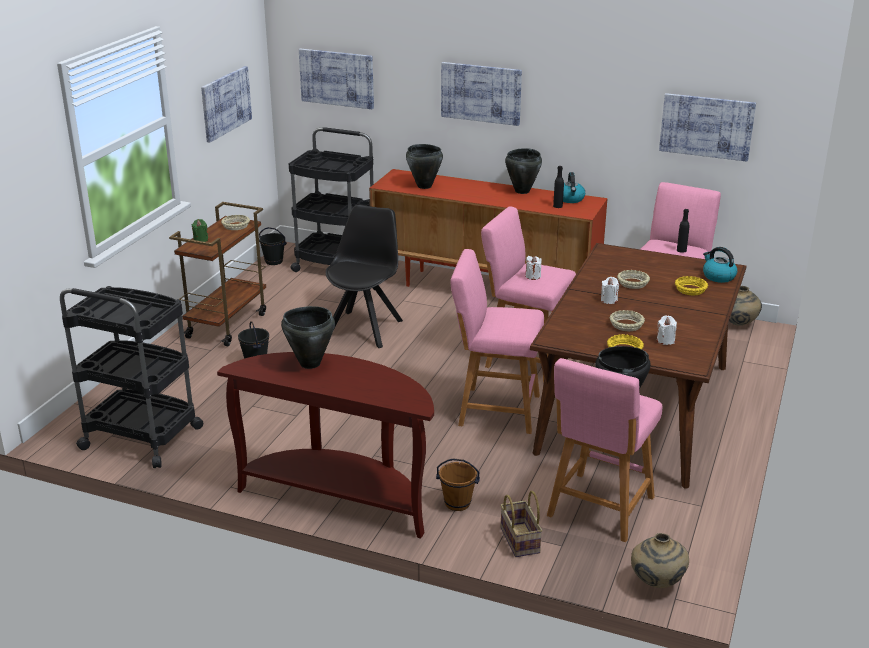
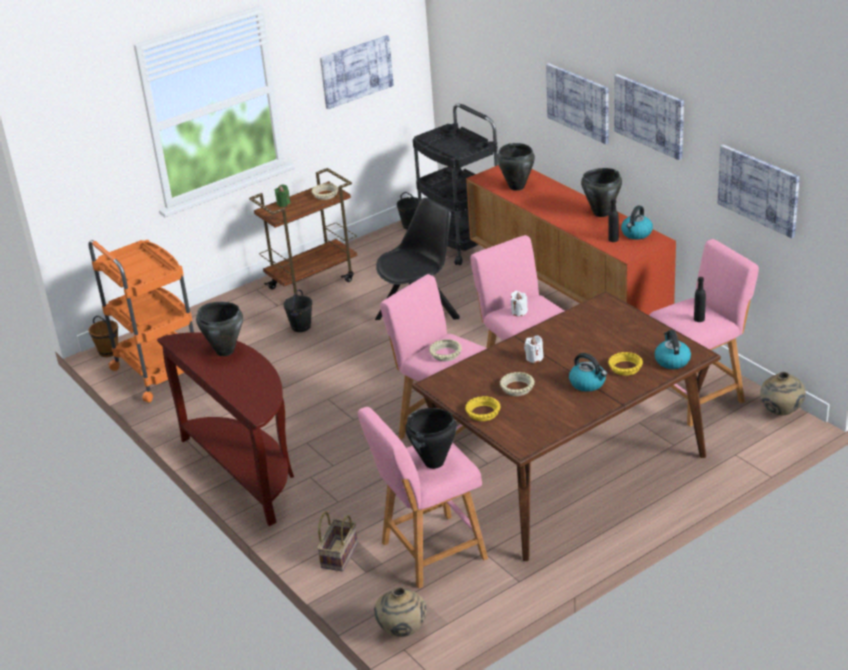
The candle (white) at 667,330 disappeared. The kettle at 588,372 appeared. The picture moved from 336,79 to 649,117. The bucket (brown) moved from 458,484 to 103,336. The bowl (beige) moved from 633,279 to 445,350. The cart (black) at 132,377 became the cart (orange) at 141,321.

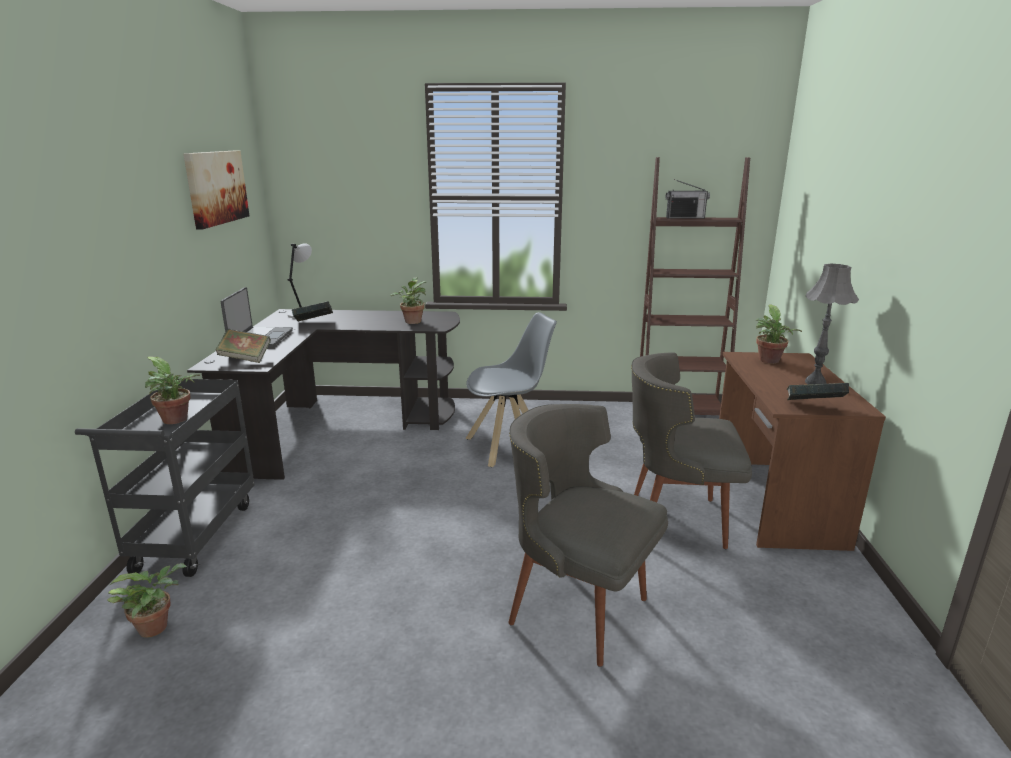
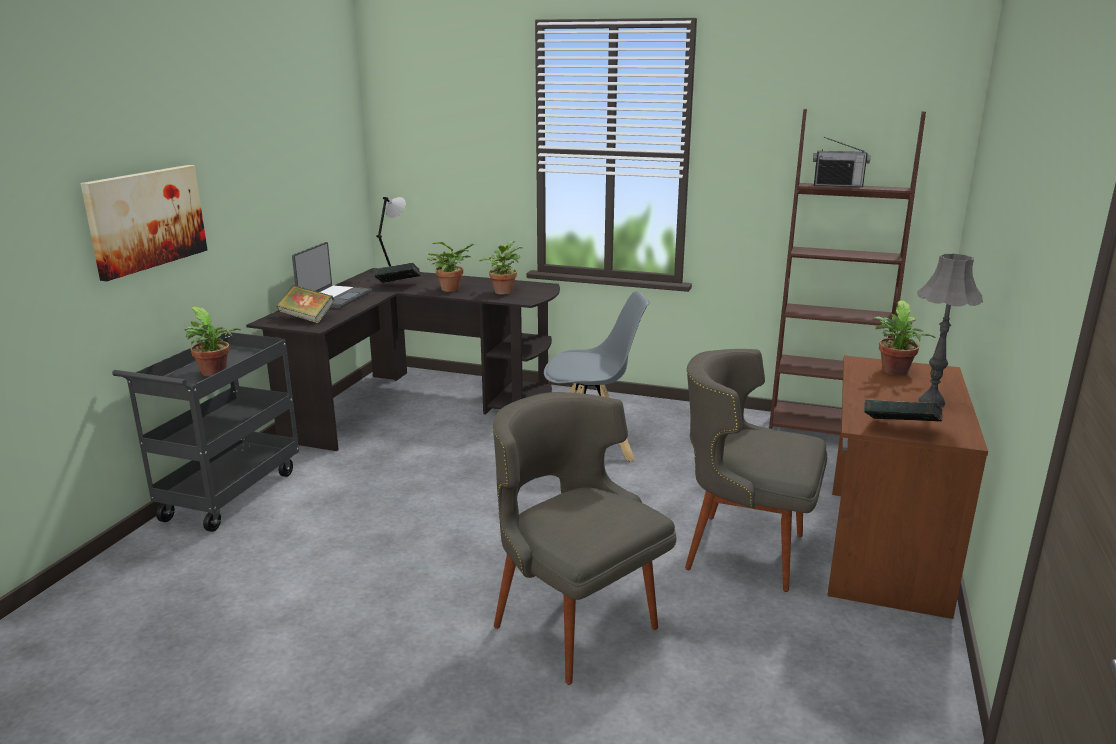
The potted plant moved from 147,600 to 452,266. The picture moved from 216,190 to 143,223.

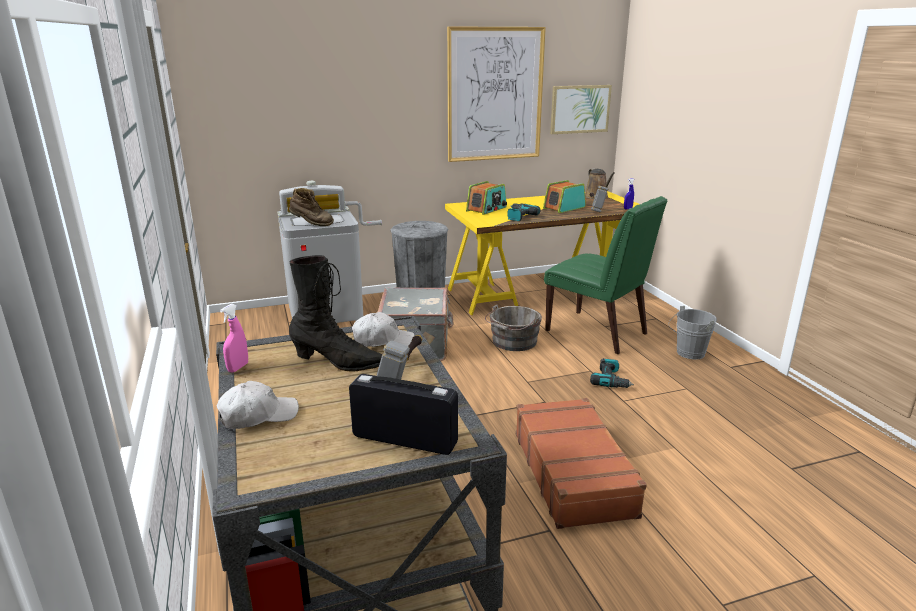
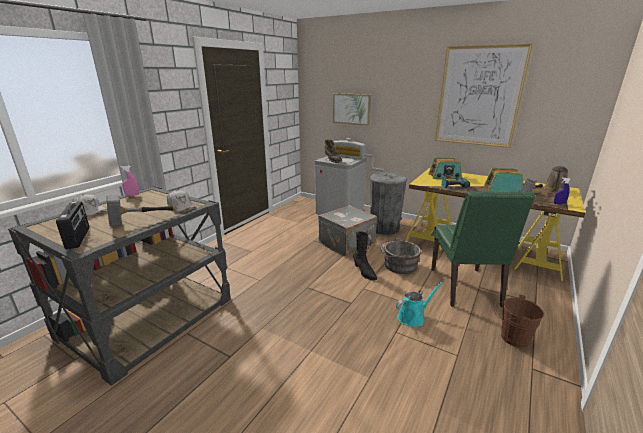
The suitcase (brown) at 581,463 disappeared. The boot (black) moved from 335,313 to 365,256. The picture moved from 581,109 to 352,109. The power drill at 612,373 was replaced by the watering can (turquoise) at 419,304. The bucket (grey) at 693,332 became the bucket (brown) at 519,321.

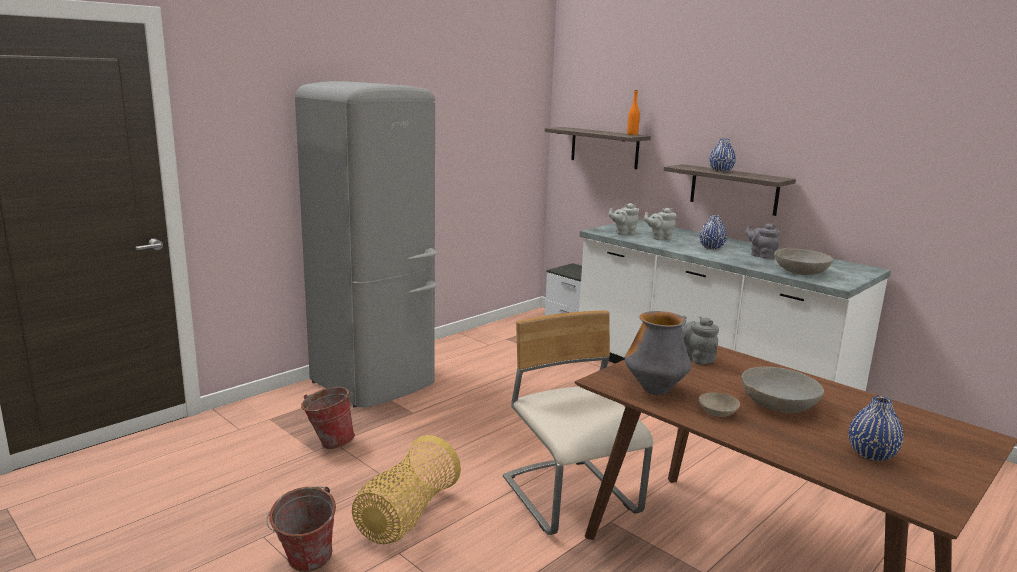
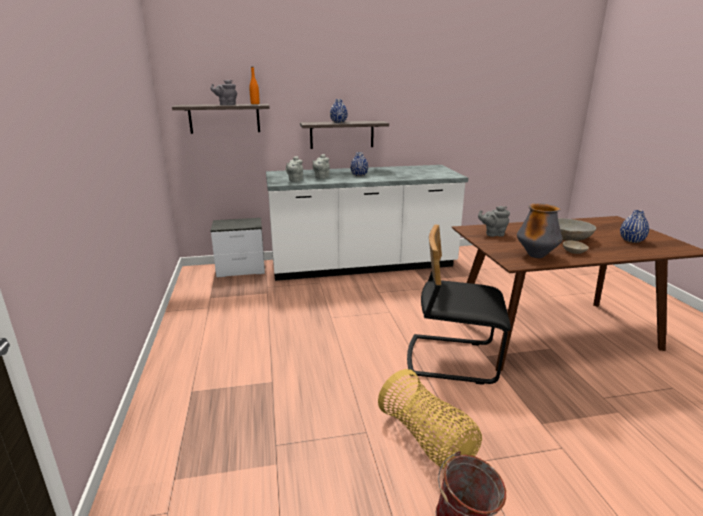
The fridge (grey) at 366,244 disappeared. The bucket at 328,418 disappeared. The bowl (grey) at 803,261 disappeared. The teapot (grey) moved from 762,241 to 223,92. The chair (beige) at 578,422 became the chair (black) at 459,305.

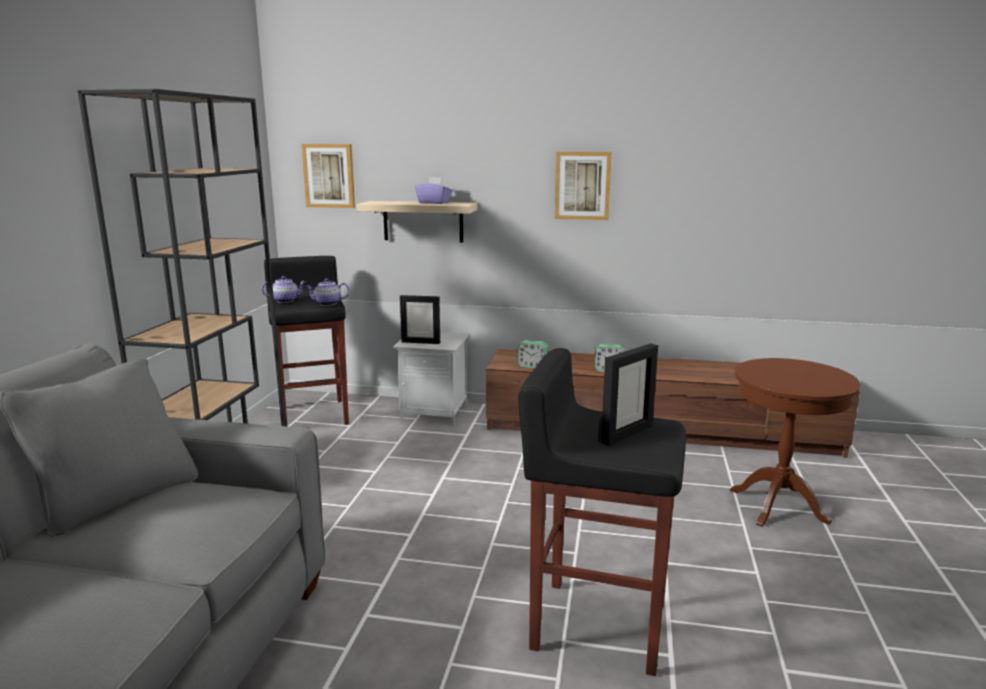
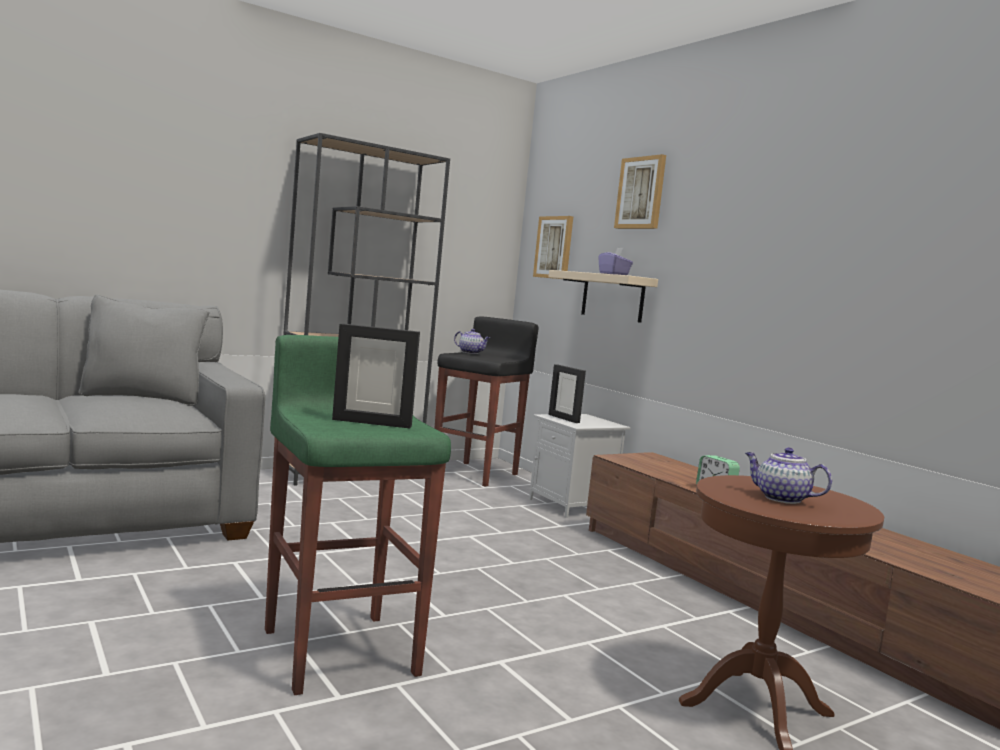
The alarm clock at 533,354 disappeared. The teapot moved from 327,292 to 788,476. The picture moved from 583,186 to 640,191. The stool (black) at 602,512 became the stool (green) at 358,515.

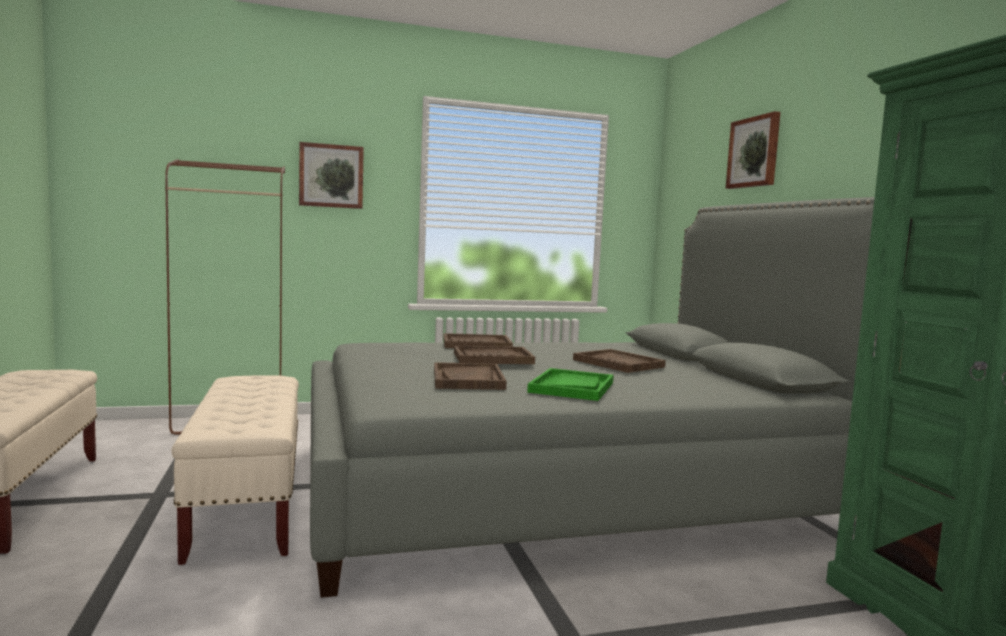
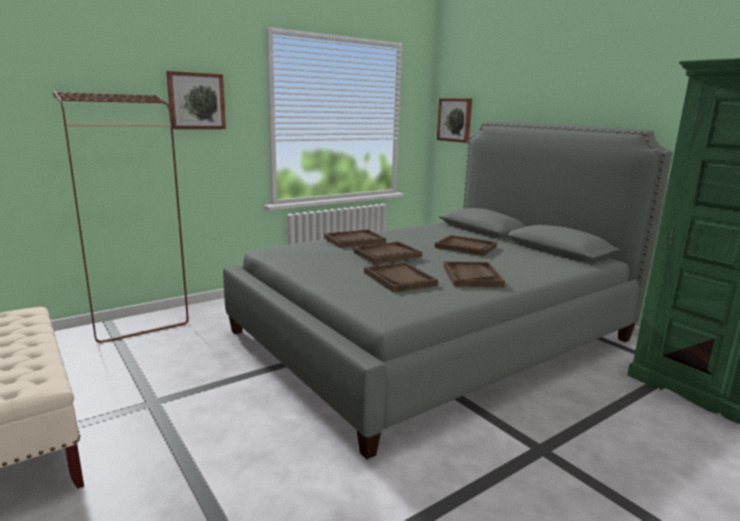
The bench (beige) at 235,470 disappeared. The picture moved from 753,150 to 454,120. The tray (green) at 570,384 became the tray (brown) at 474,274.

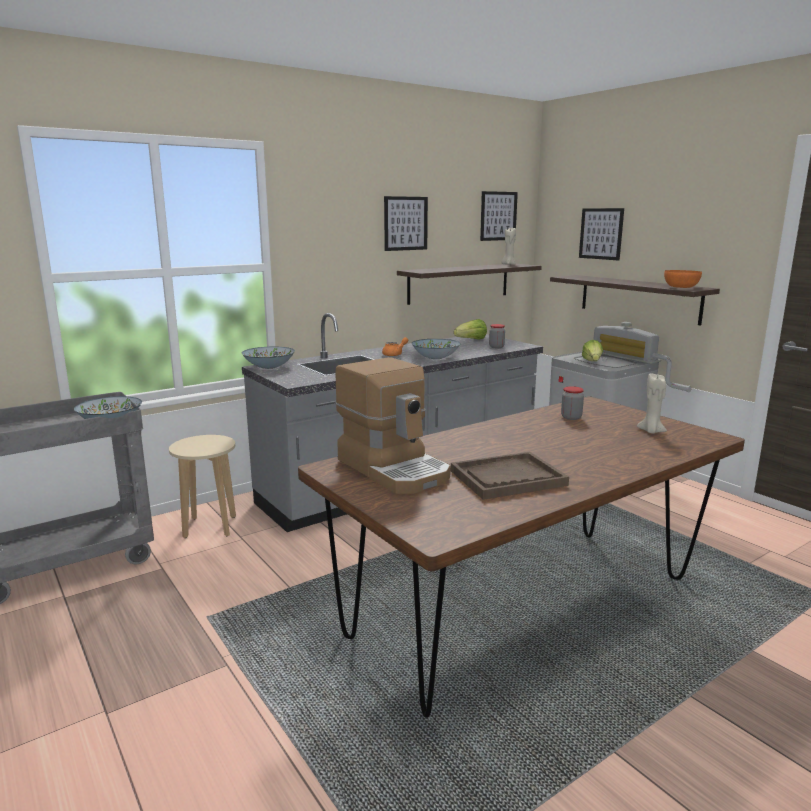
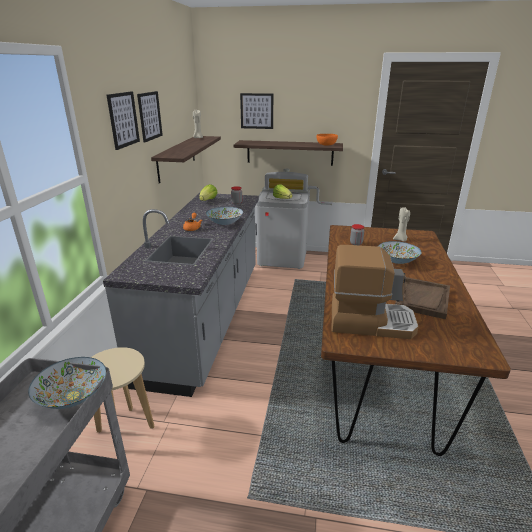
The bowl moved from 268,358 to 400,252. The picture moved from 499,216 to 123,120.

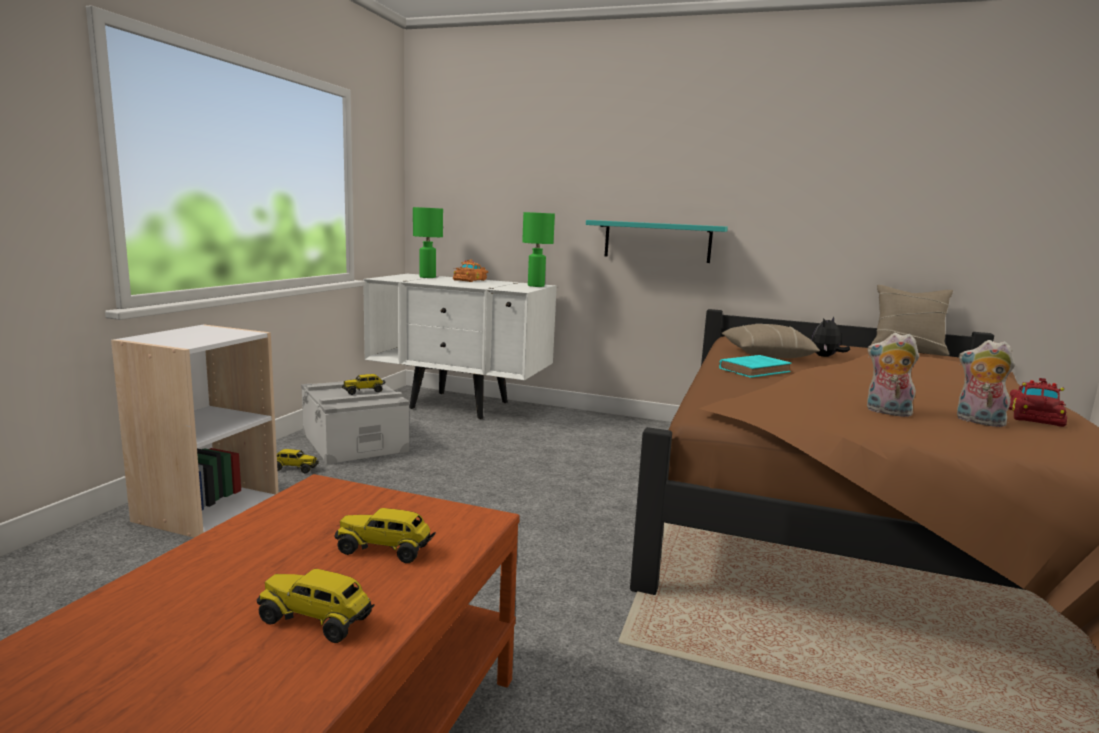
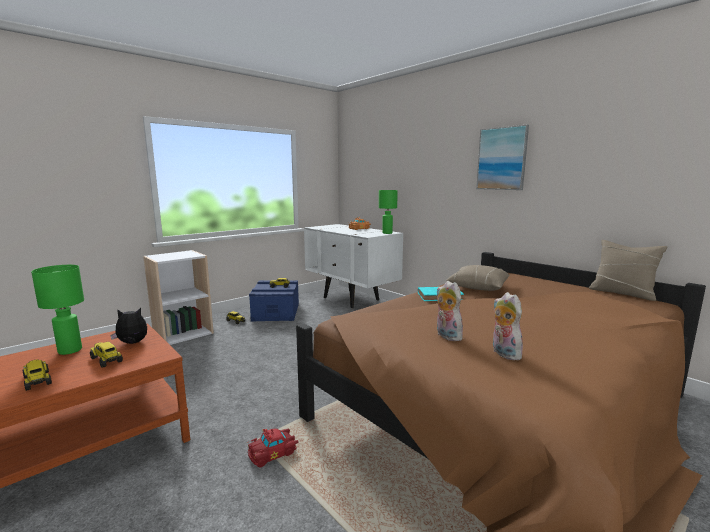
The shelf (turquoise) at 657,241 disappeared. The picture at 502,157 appeared. The table lamp (green) moved from 428,242 to 57,310. The plush toy moved from 831,336 to 128,326. The toy car (red) moved from 1038,402 to 272,447. The storage box (grey) at 355,422 became the storage box (blue) at 274,301.

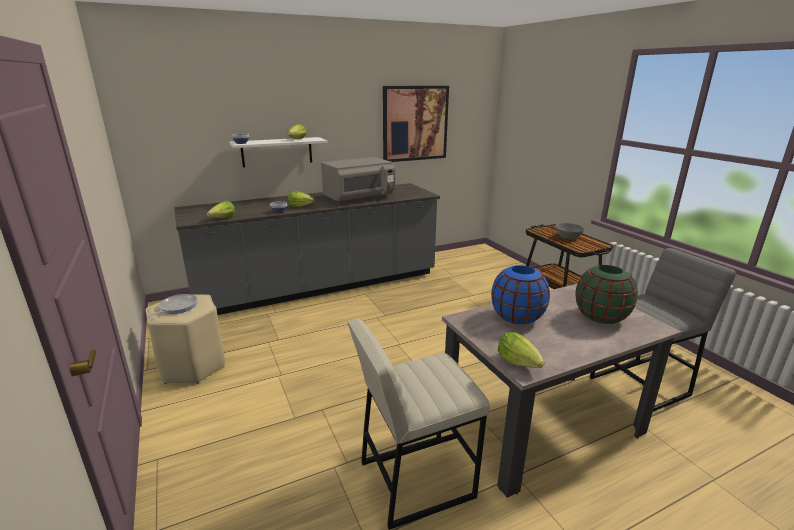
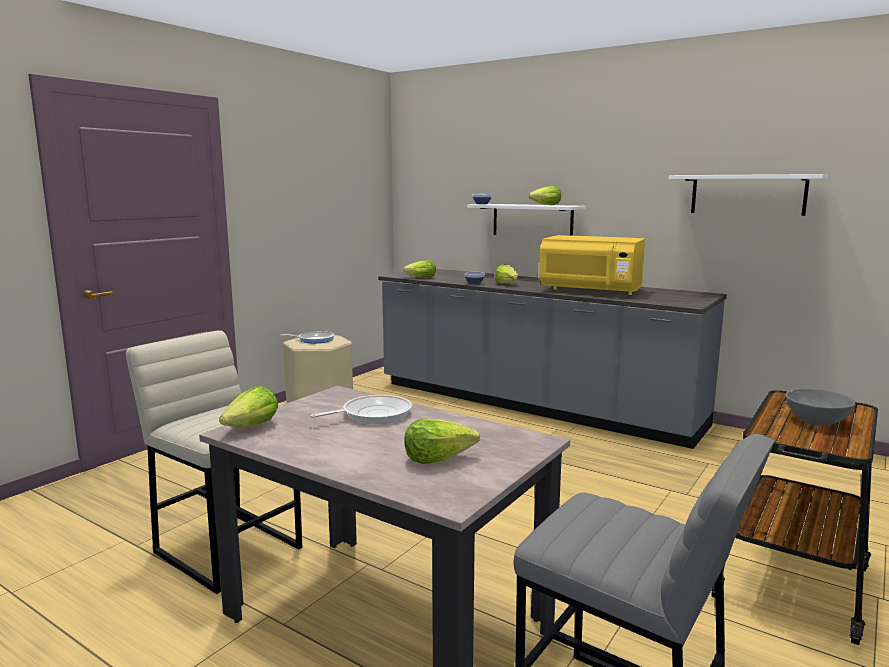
The picture at 416,124 was replaced by the shelf (white) at 748,195. The vase (blue) at 520,294 was replaced by the frying pan at 361,409. The vase (green) at 607,294 was replaced by the lettuce at 442,441. The microwave (grey) at 358,180 became the microwave (yellow) at 592,265.

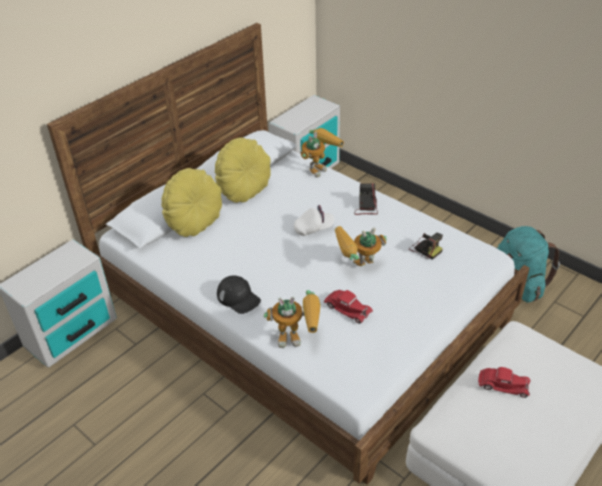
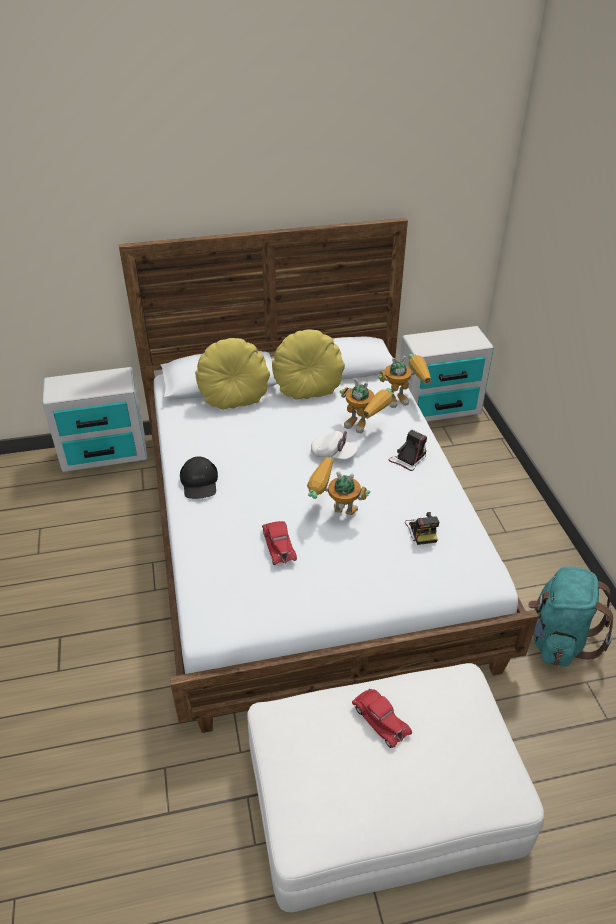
The toy robot moved from 292,319 to 366,406.

